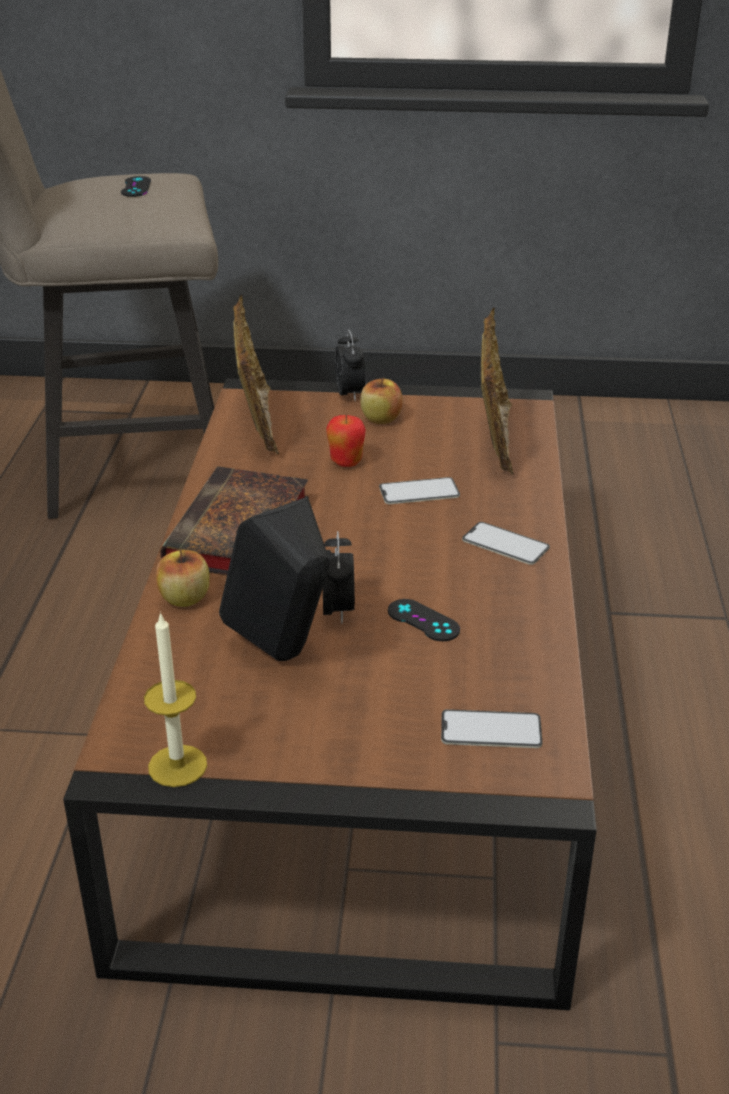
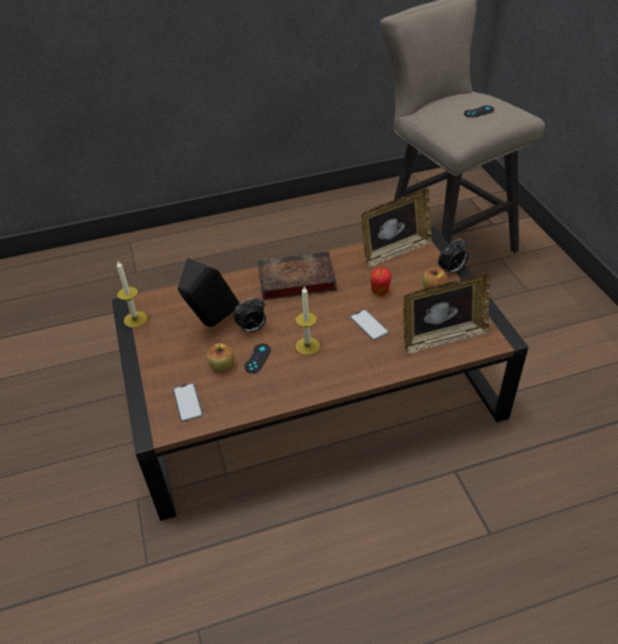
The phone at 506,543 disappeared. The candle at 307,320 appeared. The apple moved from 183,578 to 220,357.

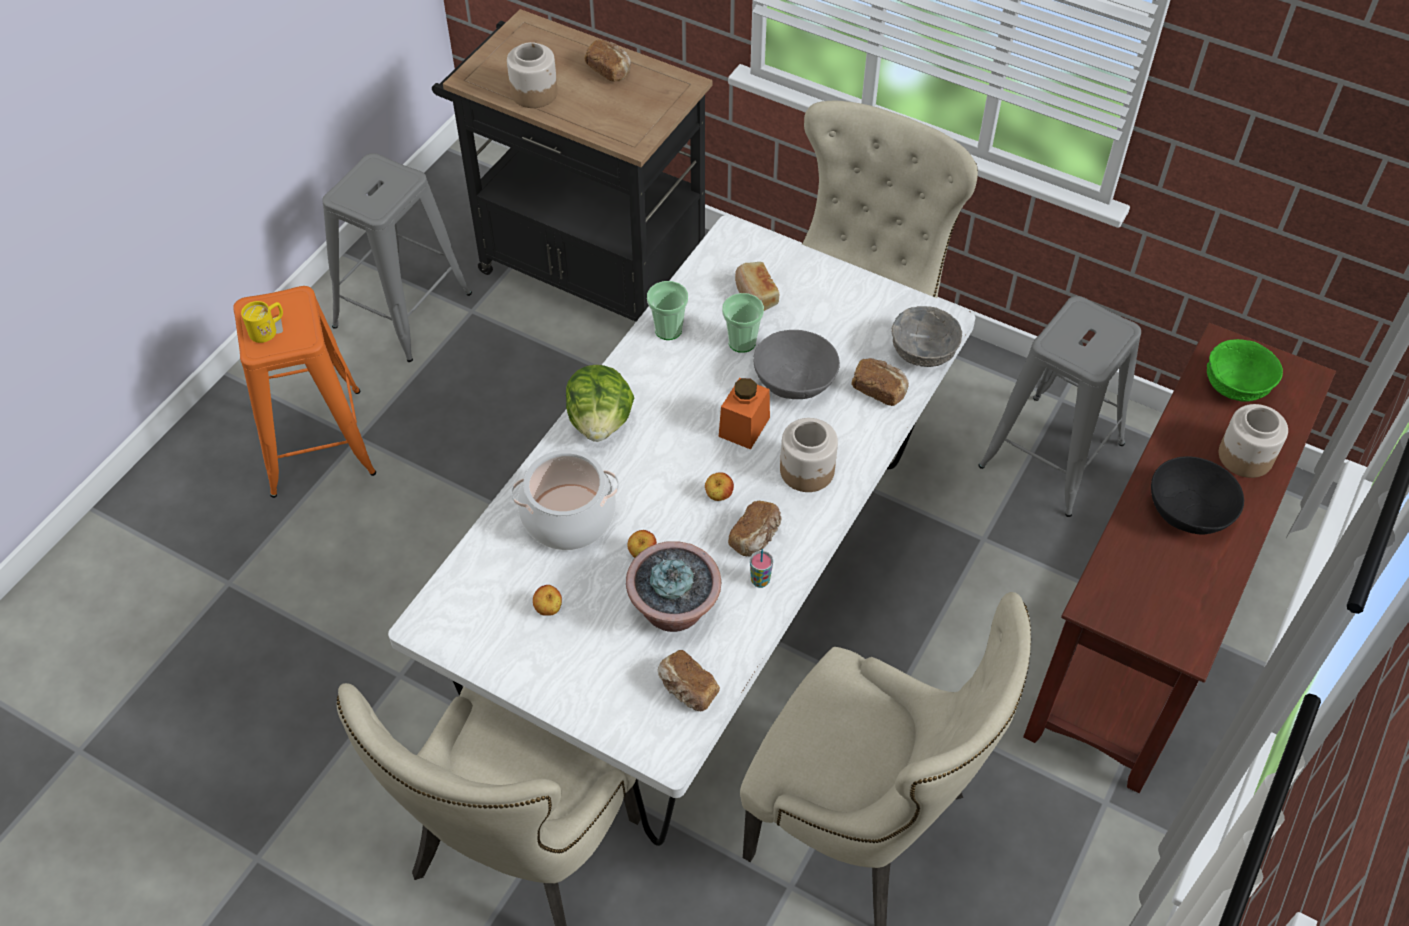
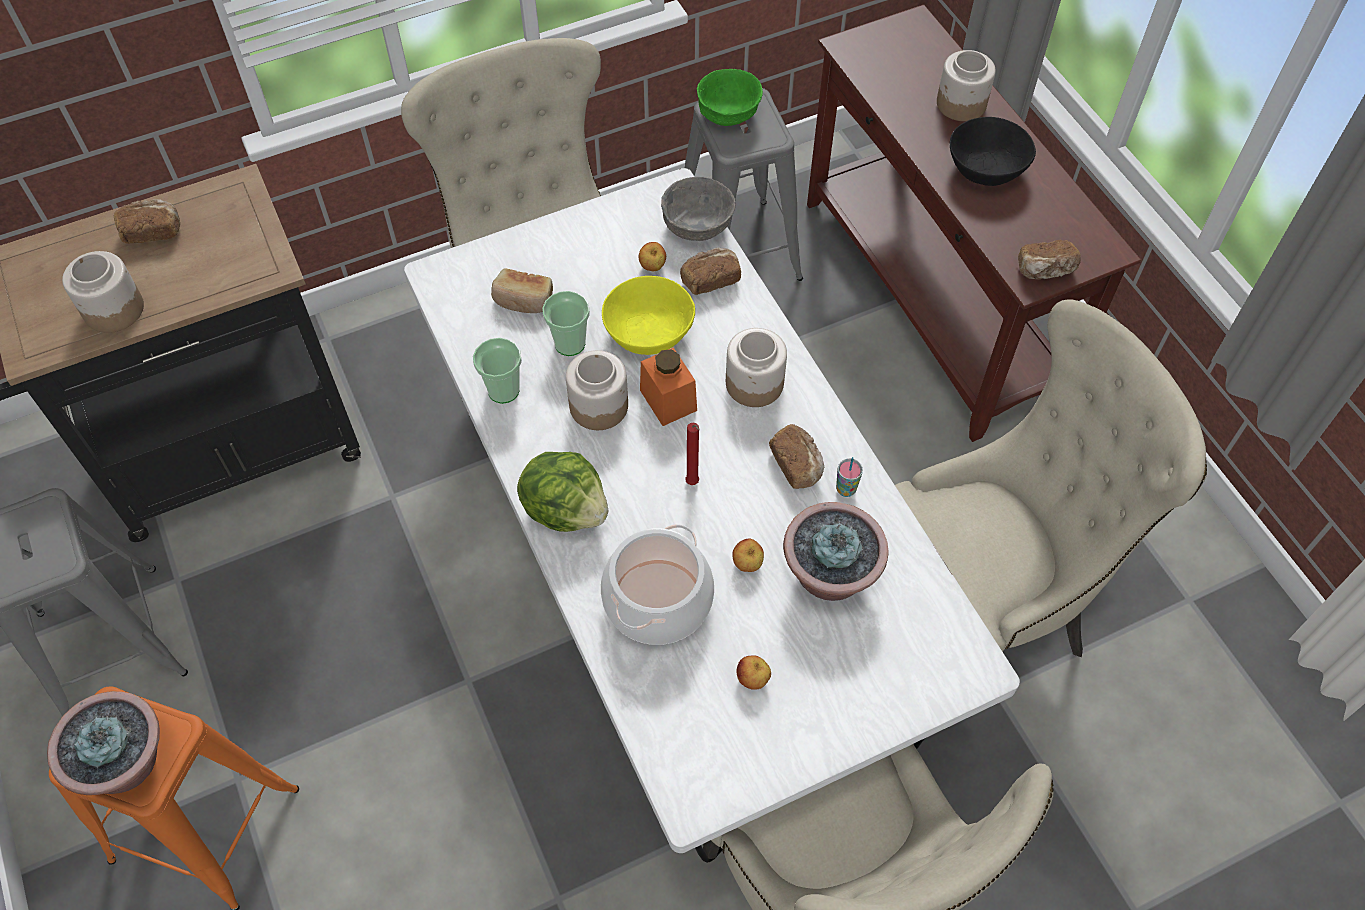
The jar at 597,390 appeared. The candle (red) at 692,454 appeared. The bread moved from 689,680 to 1049,259. The apple moved from 719,486 to 652,256. The bowl (green) moved from 1245,370 to 730,97. The mug (yellow) at 262,322 was replaced by the potted plant at 103,743. The bowl (grey) at 796,364 became the bowl (yellow) at 648,315.

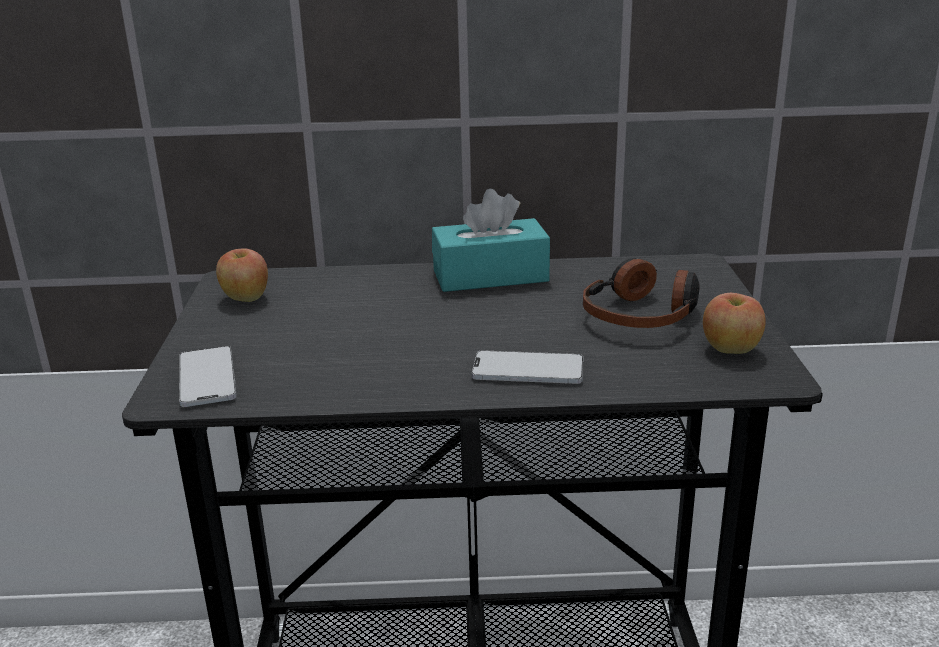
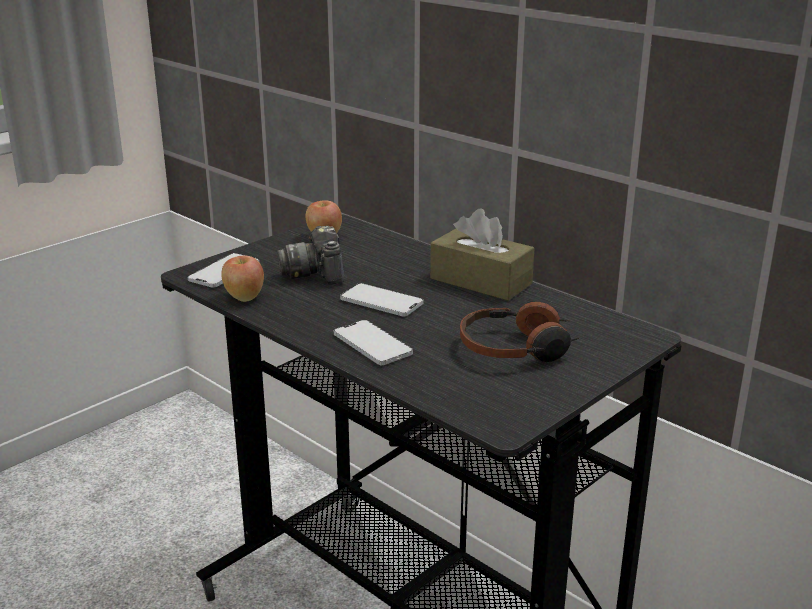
The photo camera at 310,255 appeared. The phone at 381,299 appeared. The apple moved from 734,323 to 242,278. The tissue box (turquoise) at 491,240 became the tissue box (brown) at 482,254.

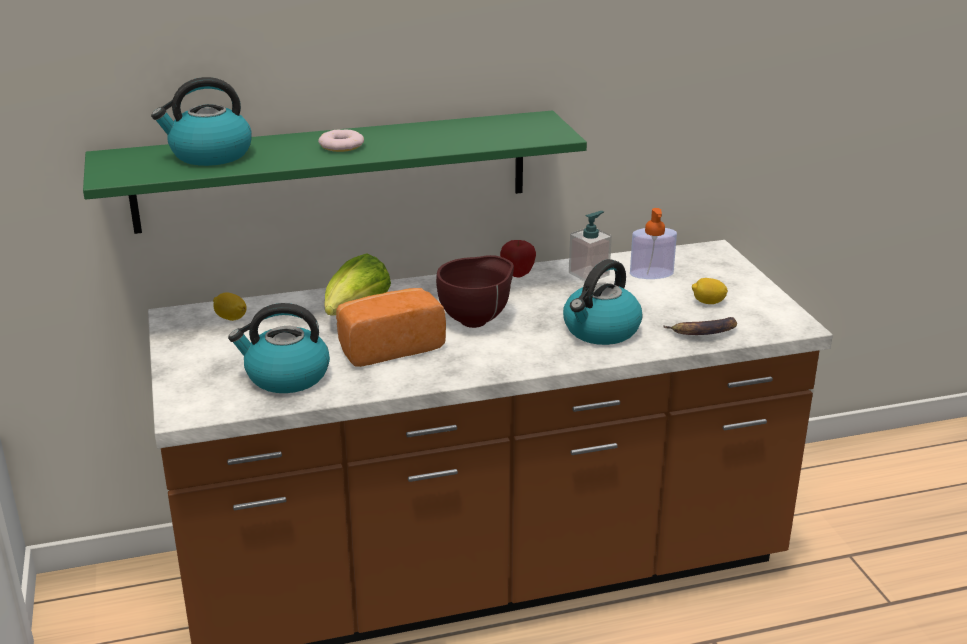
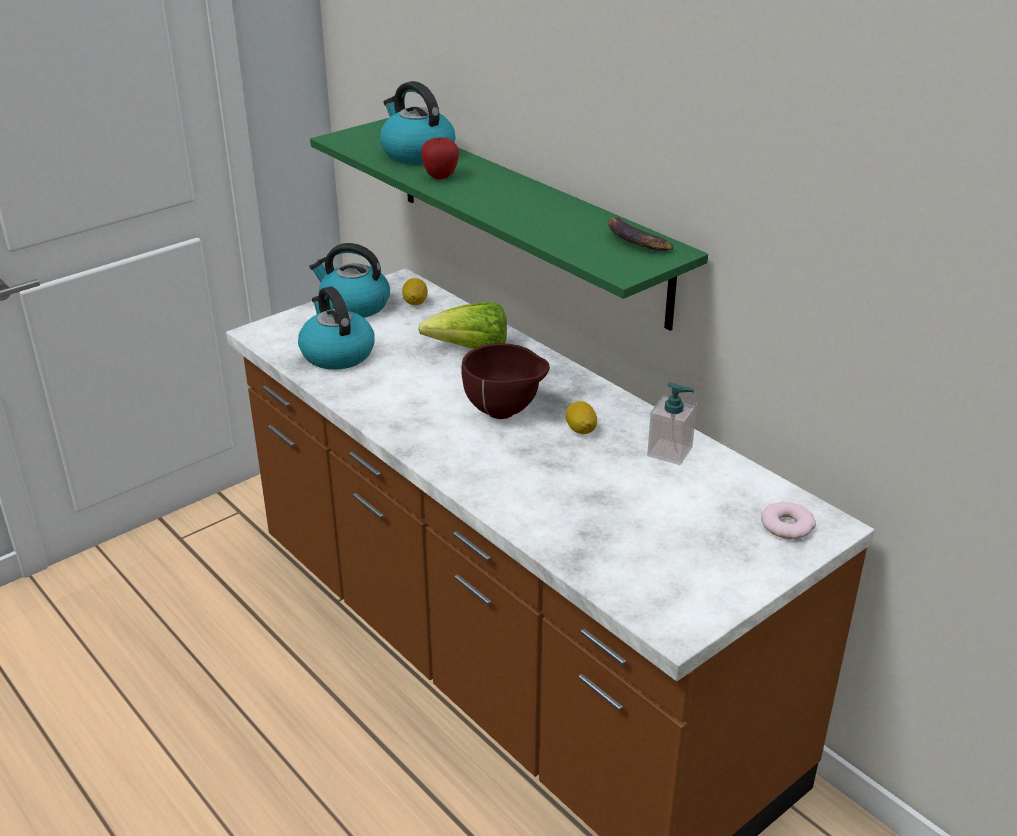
The bread at 391,327 disappeared. The soap dispenser at 653,243 disappeared. The donut moved from 341,140 to 788,520. The apple moved from 518,259 to 440,158. The kettle moved from 603,302 to 349,280. The banana moved from 700,326 to 641,234. The lemon moved from 710,291 to 581,417.

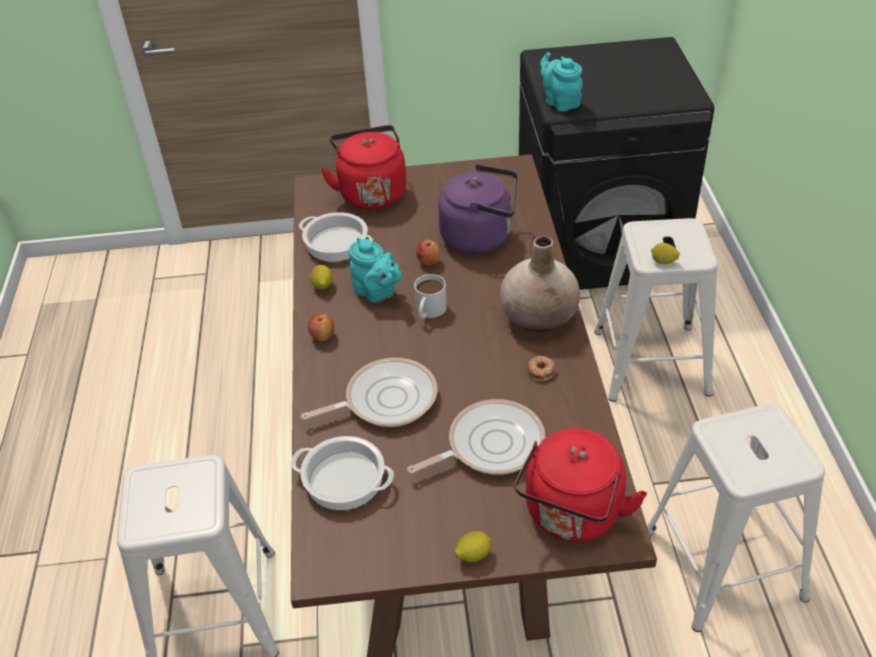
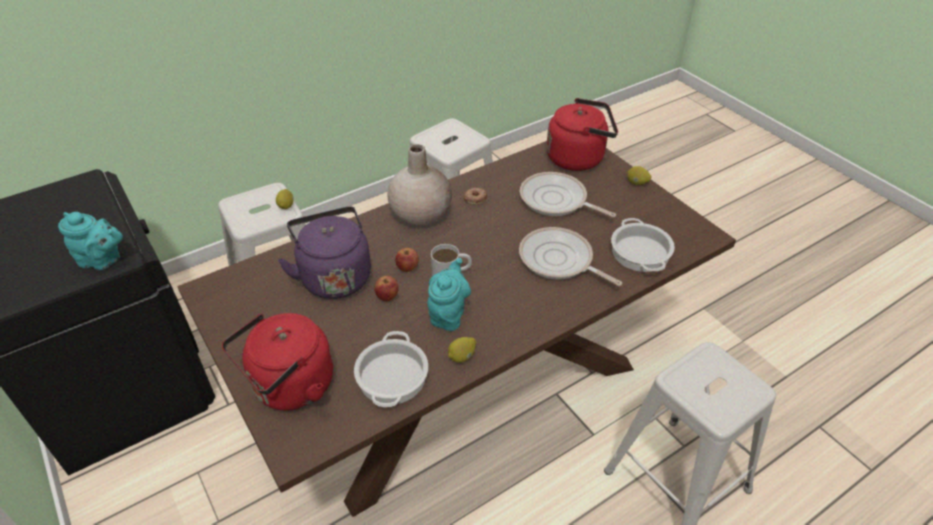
The apple moved from 321,328 to 407,260. The teapot (turquoise) at 561,82 turned 105 degrees counterclockwise.

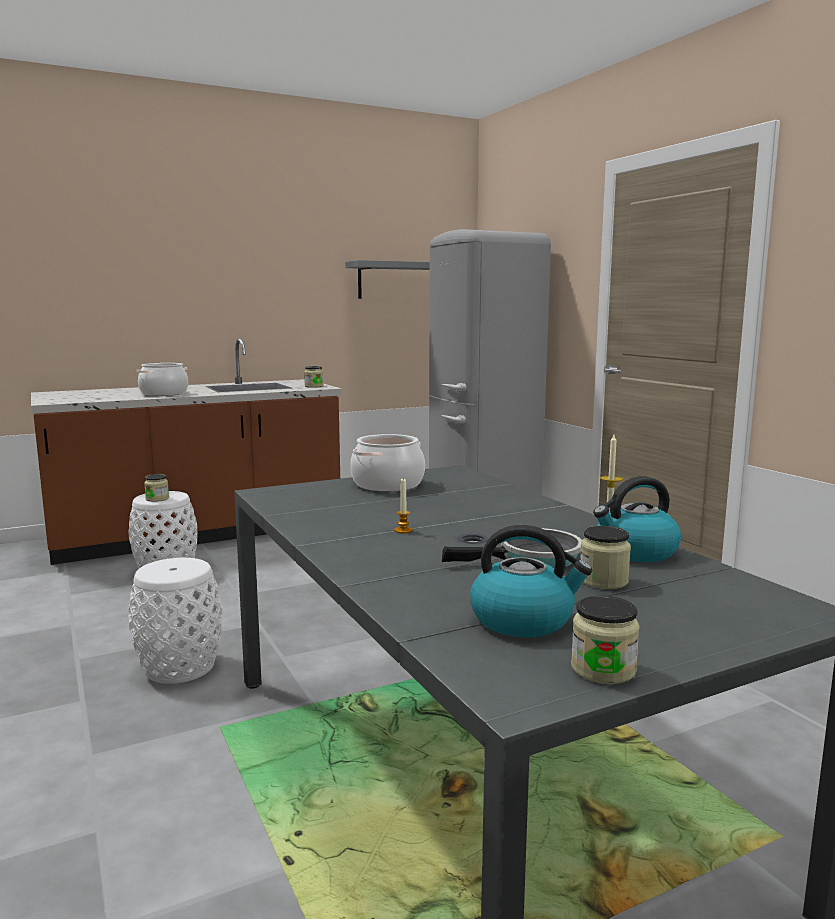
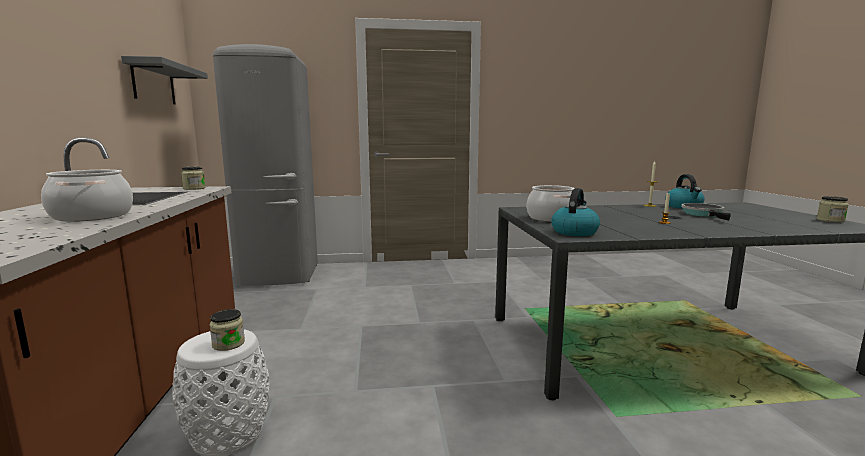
The stool (white) at 176,621 disappeared. The jar at 605,557 disappeared. The kettle moved from 531,581 to 575,212.

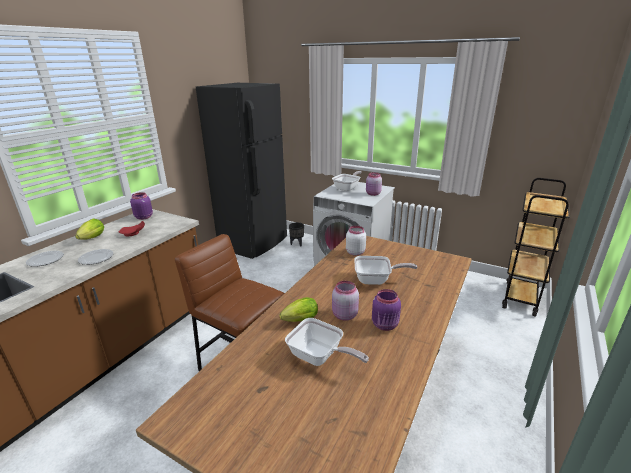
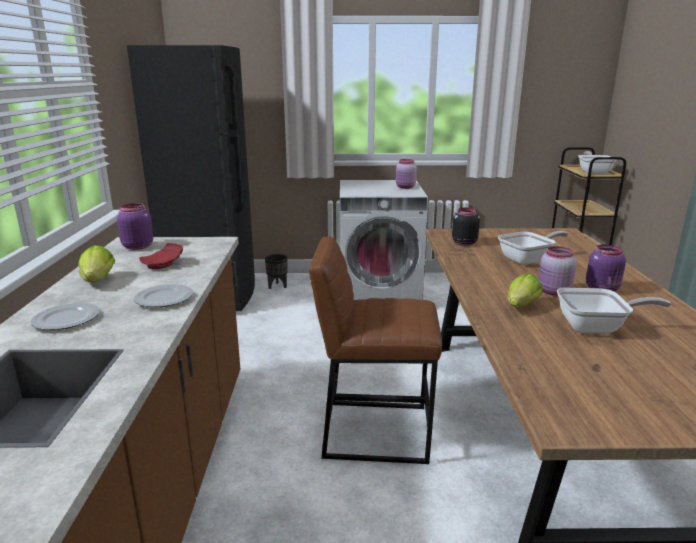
The frying pan moved from 347,181 to 597,162. The jar (white) at 356,241 became the jar (black) at 466,227.

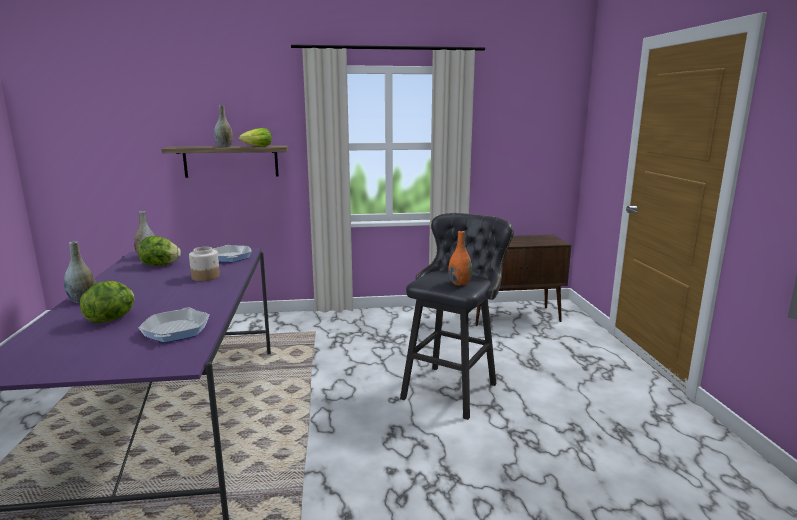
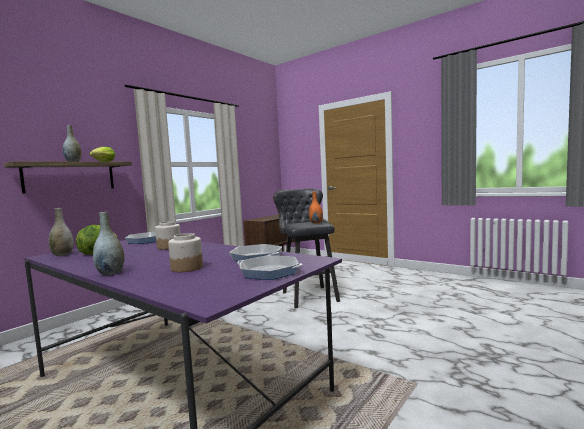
The frying pan at 270,267 appeared. The lettuce at 107,302 was replaced by the jar at 185,252.

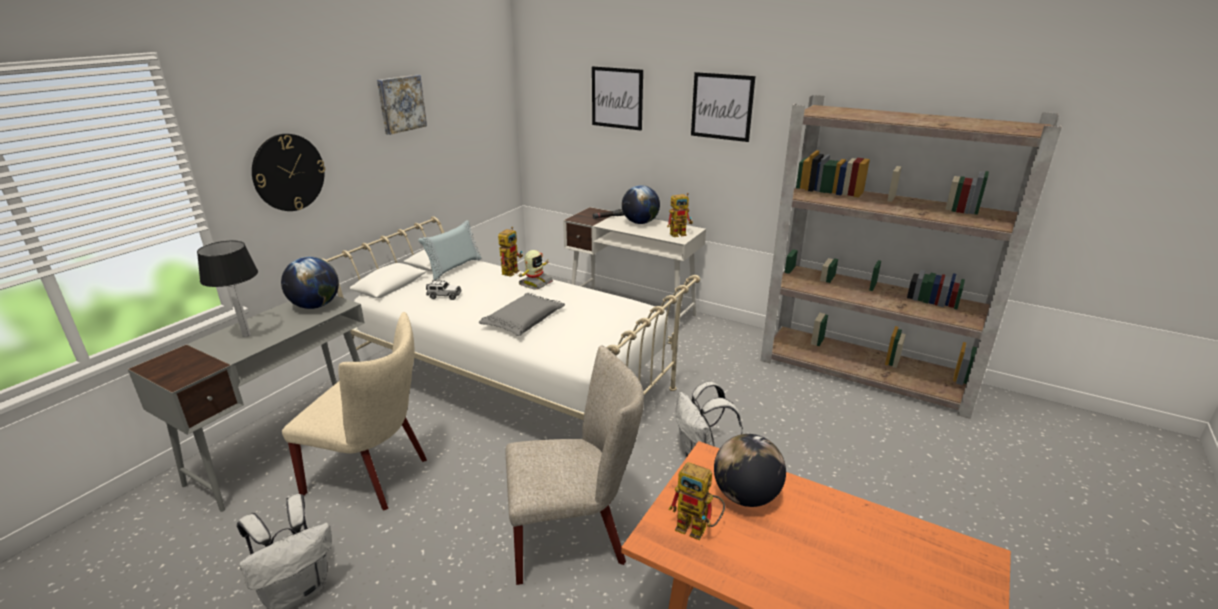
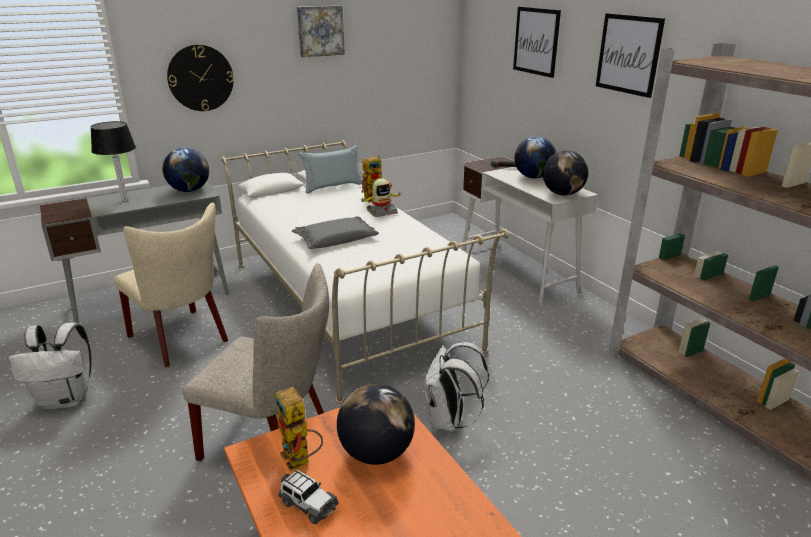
The toy car moved from 443,290 to 308,497. The toy robot at 680,215 was replaced by the globe at 565,173.

